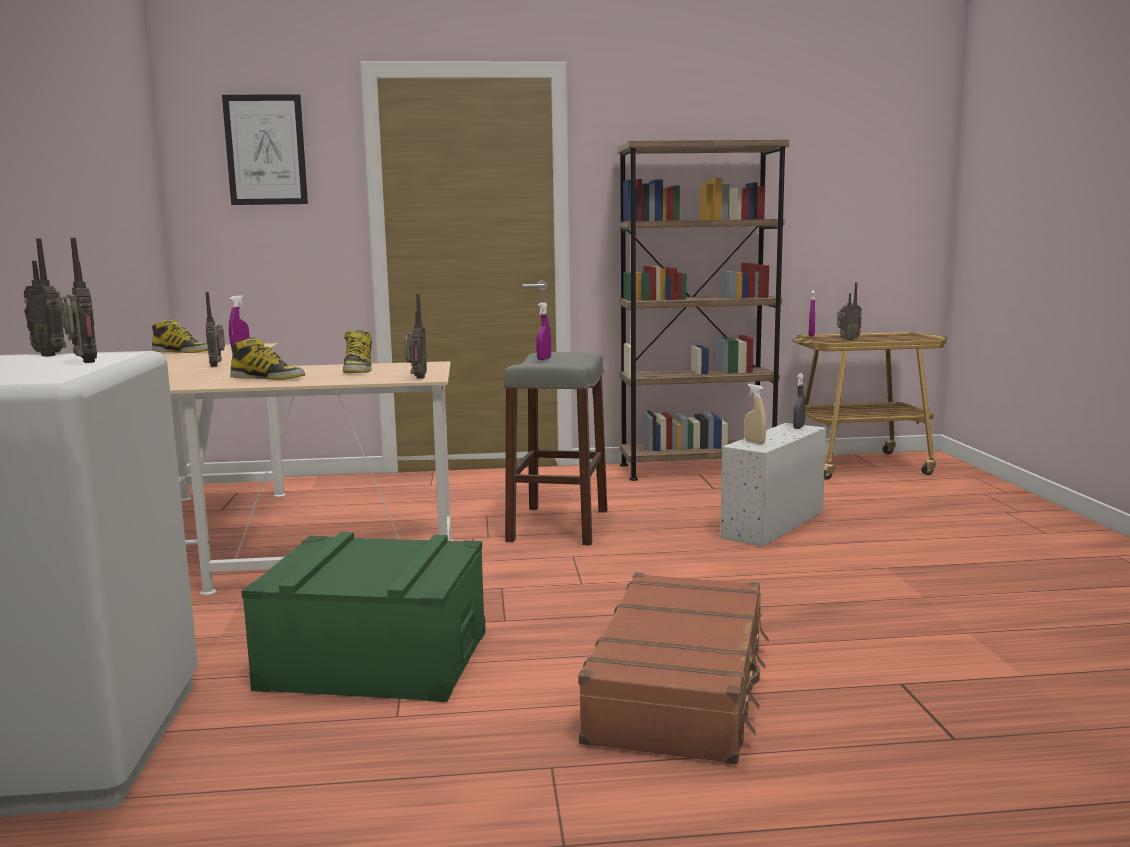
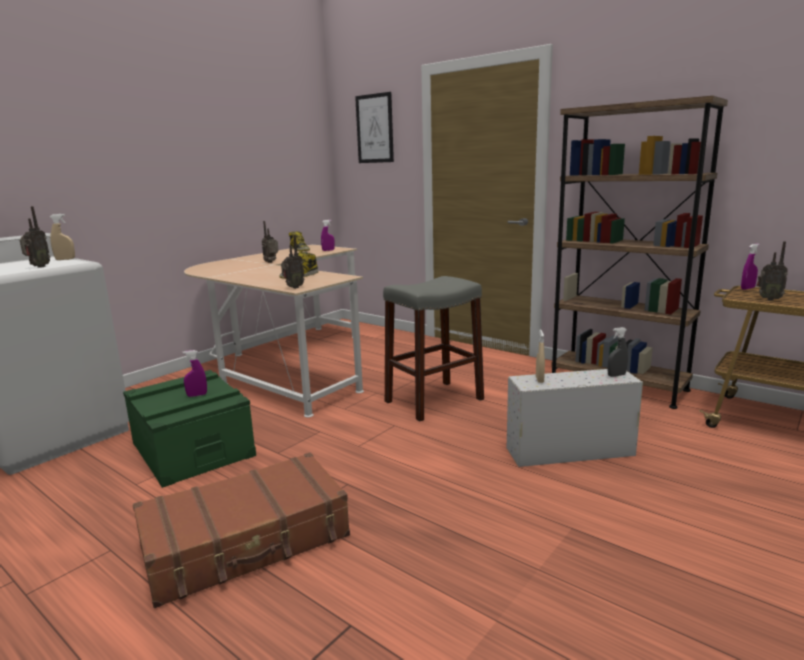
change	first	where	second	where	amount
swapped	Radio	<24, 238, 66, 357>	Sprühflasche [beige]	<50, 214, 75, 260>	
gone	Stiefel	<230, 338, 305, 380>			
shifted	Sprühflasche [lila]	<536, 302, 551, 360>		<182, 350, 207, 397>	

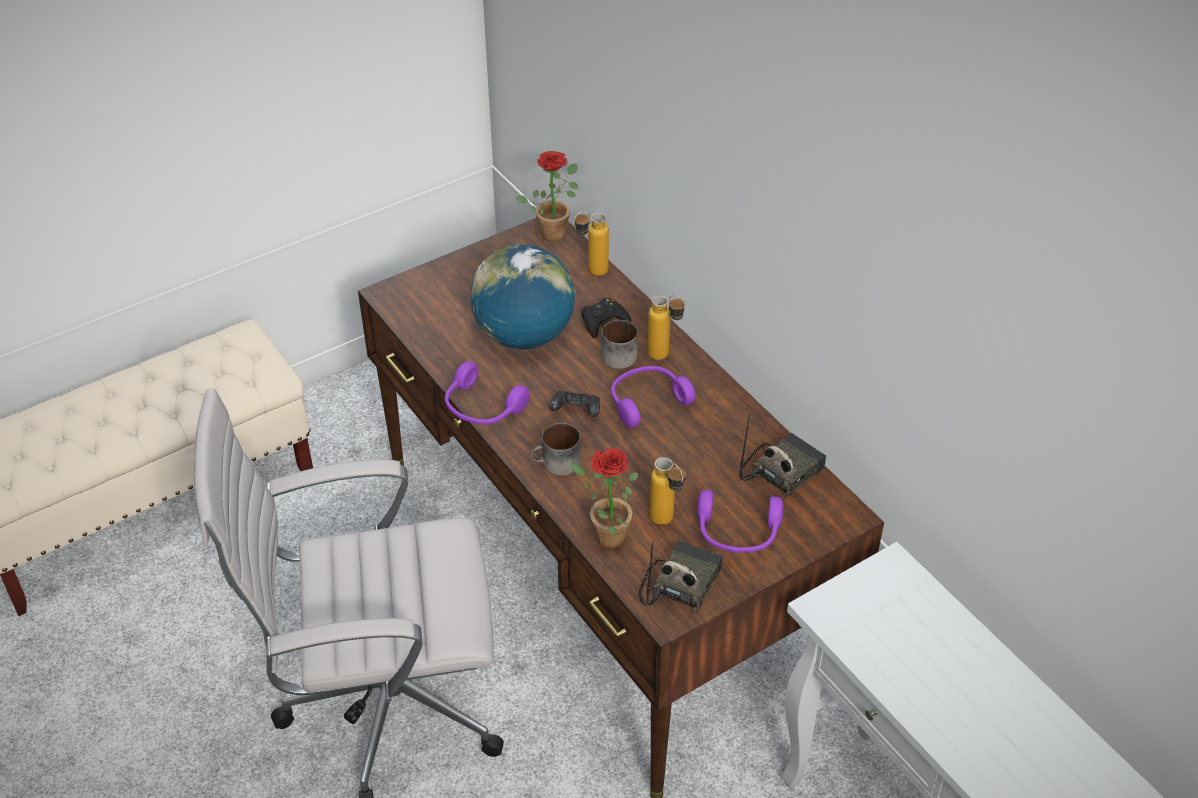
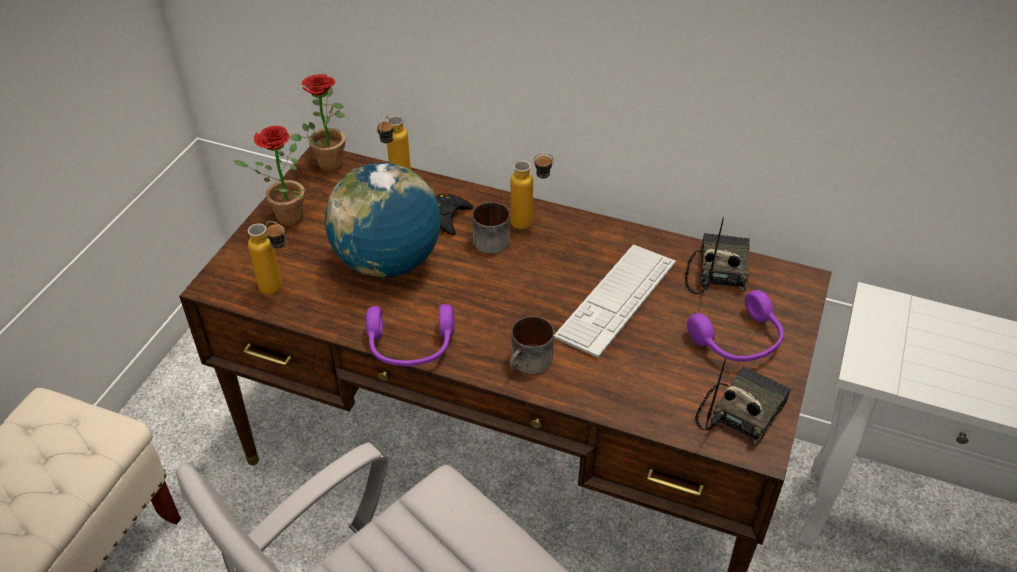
change	first	where	second	where	amount
gone	Gamepad [schwarz]	<549, 391, 600, 417>			
shifted	Topfpflanze	<571, 448, 638, 548>		<234, 126, 306, 226>	
gone	Kopfhörer [lila]	<611, 366, 696, 428>			
rotated	Radio	<639, 540, 723, 614>		<695, 359, 791, 446>	45 degrees clockwise
shifted	Flasche	<650, 457, 686, 525>		<248, 221, 286, 295>	
new			Tastatur	<554, 244, 676, 358>	

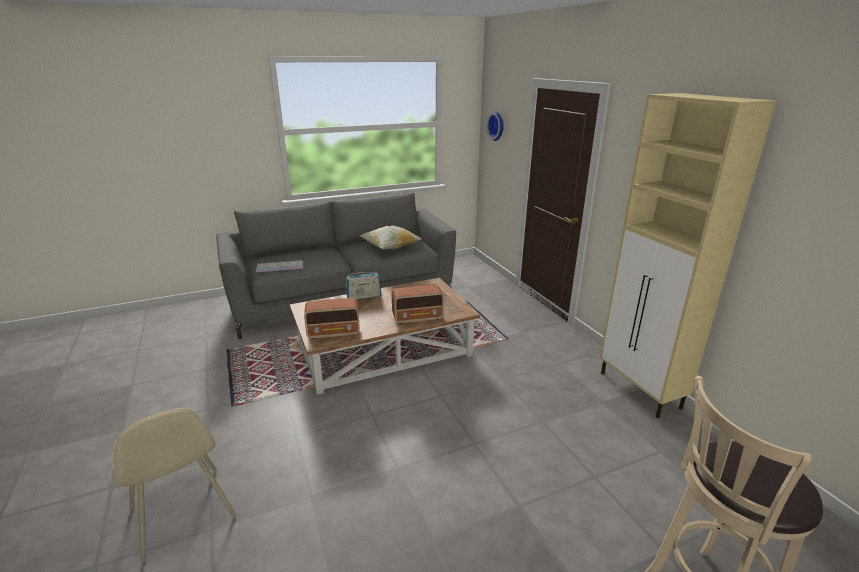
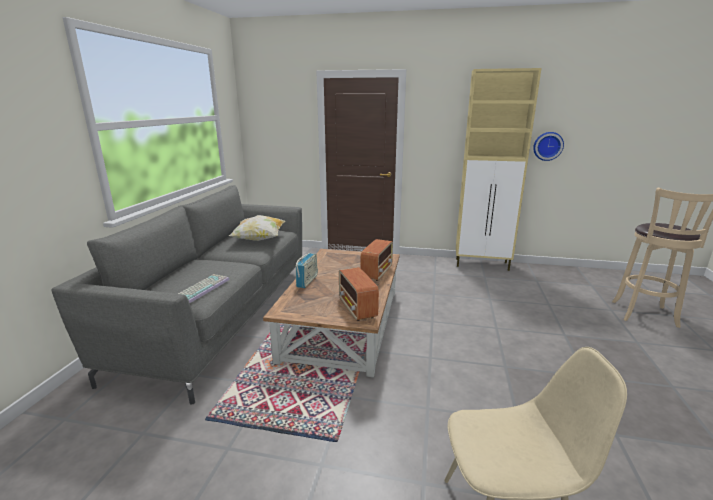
change	first	where	second	where	amount
rotated	Radio	<304, 298, 360, 339>		<339, 267, 379, 321>	135 degrees clockwise
shifted	Wanduhr	<487, 111, 504, 141>		<533, 132, 564, 161>	

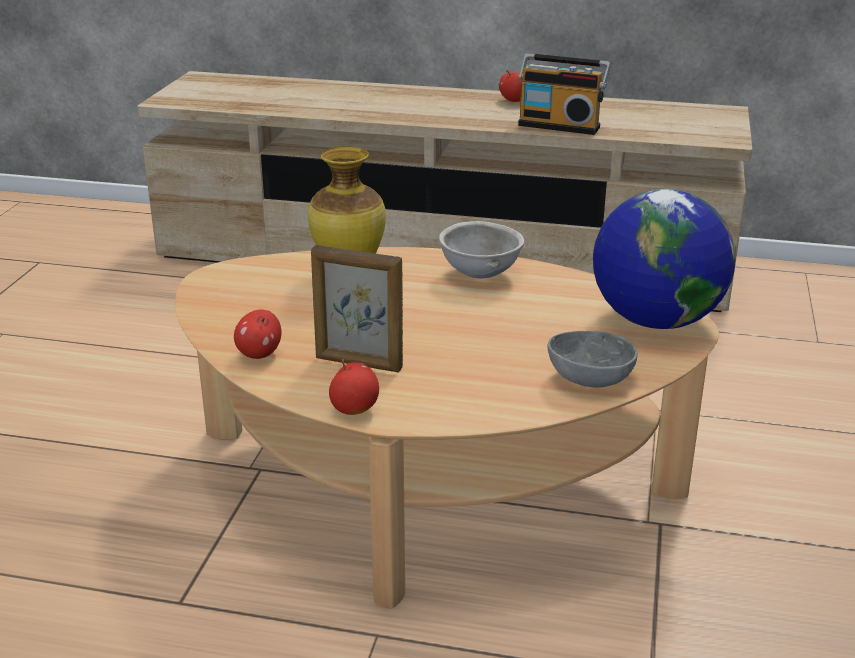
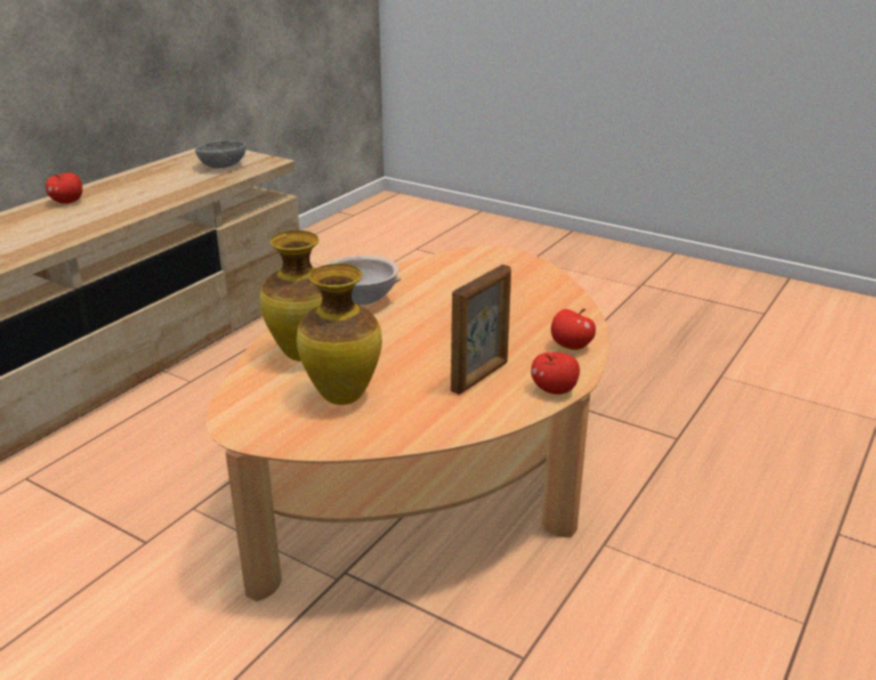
change	first	where	second	where	amount
shifted	Apfel	<234, 310, 281, 359>		<551, 309, 596, 350>	
gone	Radio	<518, 53, 610, 135>			
shifted	Schüssel [grau]	<547, 330, 638, 387>		<195, 140, 246, 168>	
gone	Globus	<593, 189, 736, 329>			
new			Vase	<296, 264, 382, 405>	

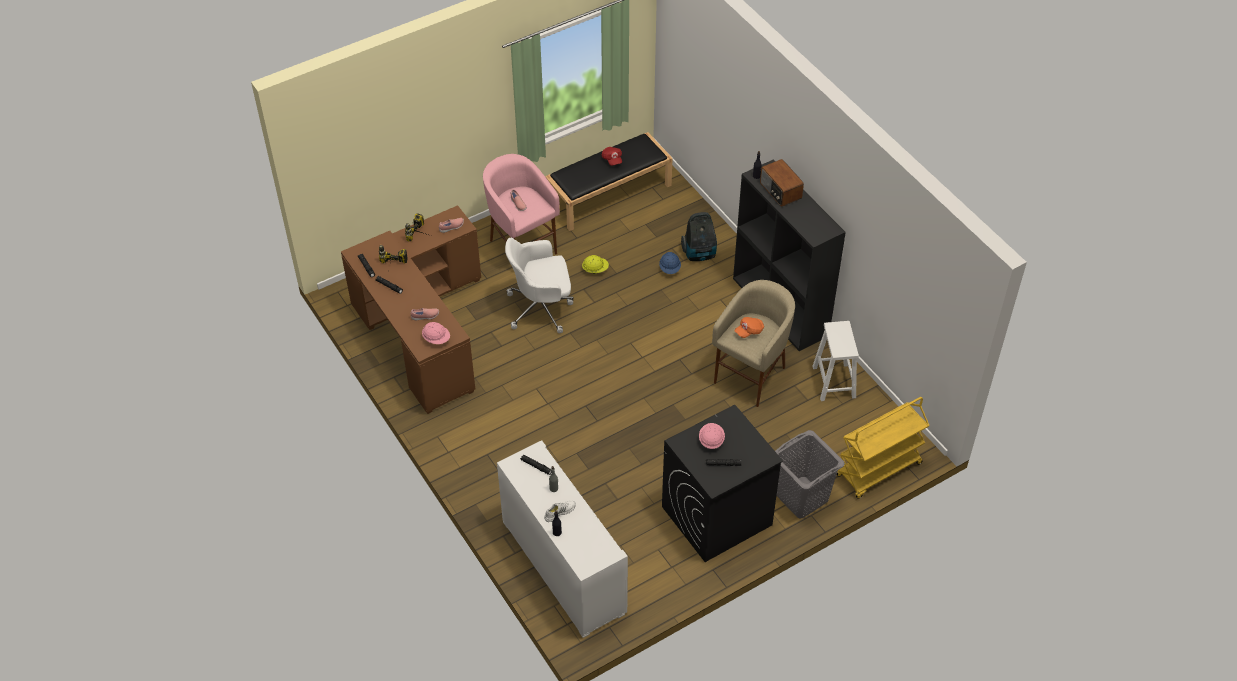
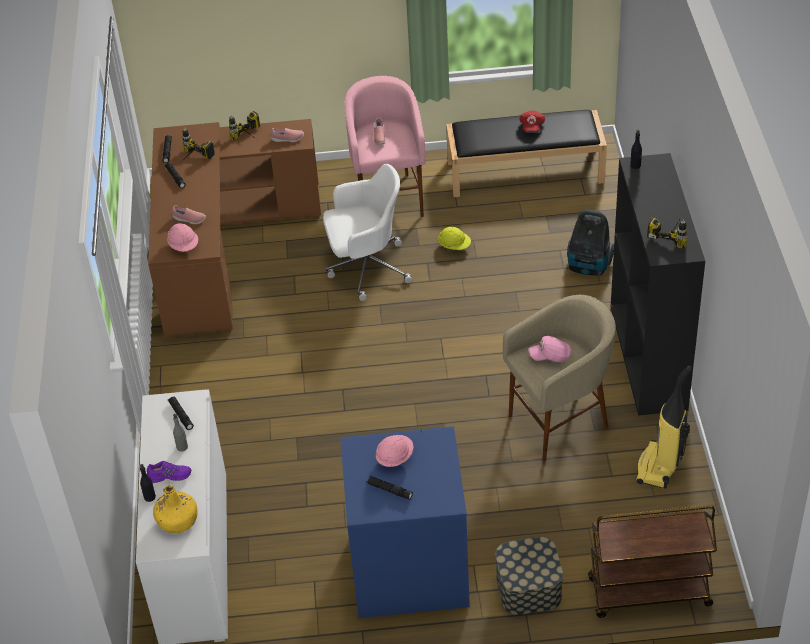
change	first	where	second	where	amount
rotated	Bürostuhl [weiß]	<505, 238, 573, 333>		<323, 164, 412, 301>	150 degrees clockwise
repainted	Schuh [weiß]	<544, 501, 576, 522>	Schuh [lila]	<147, 461, 191, 483>	
gone	Schutzhelm [blau]	<659, 252, 681, 274>			
repainted	Waschmaschine [schwarz]	<662, 405, 783, 562>	Waschmaschine [blau]	<340, 426, 470, 618>	
repainted	Kappe [orange]	<735, 317, 764, 338>	Kappe [rosa]	<528, 336, 572, 362>	
gone	Radio	<760, 159, 804, 207>			
swapped	Wäschekorb [grau]	<775, 430, 845, 519>	Aufbewahrungsbox	<495, 537, 563, 615>	
swapped	Hocker [weiß]	<812, 321, 859, 401>	Staubsauger	<636, 366, 692, 489>	
repainted	Rollwagen [gelb]	<837, 397, 930, 499>	Rollwagen [braun]	<588, 505, 717, 618>	
new			Flasche [gelb]	<153, 485, 198, 533>	
new			Bohrmaschine	<647, 216, 687, 249>	

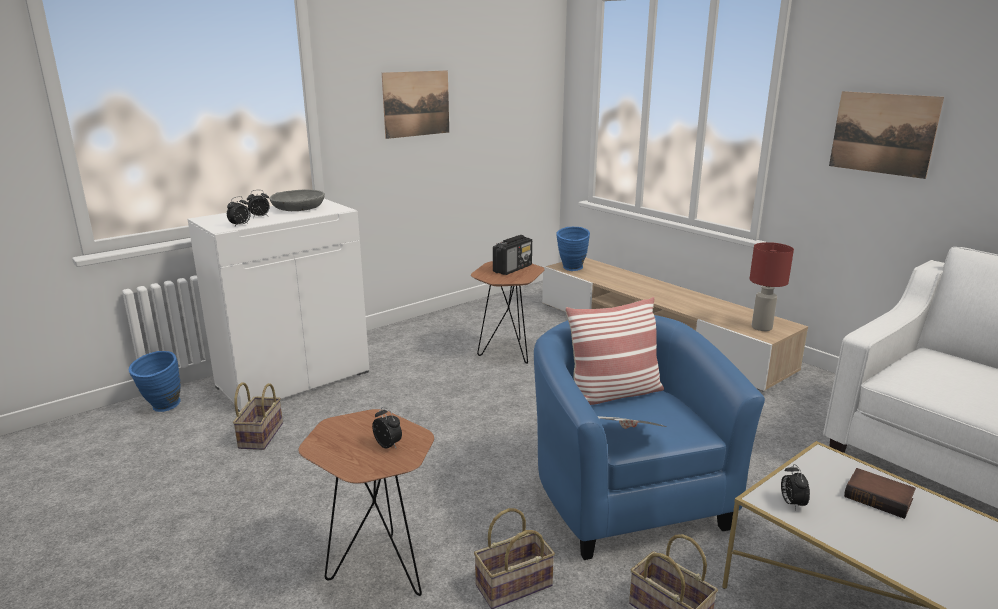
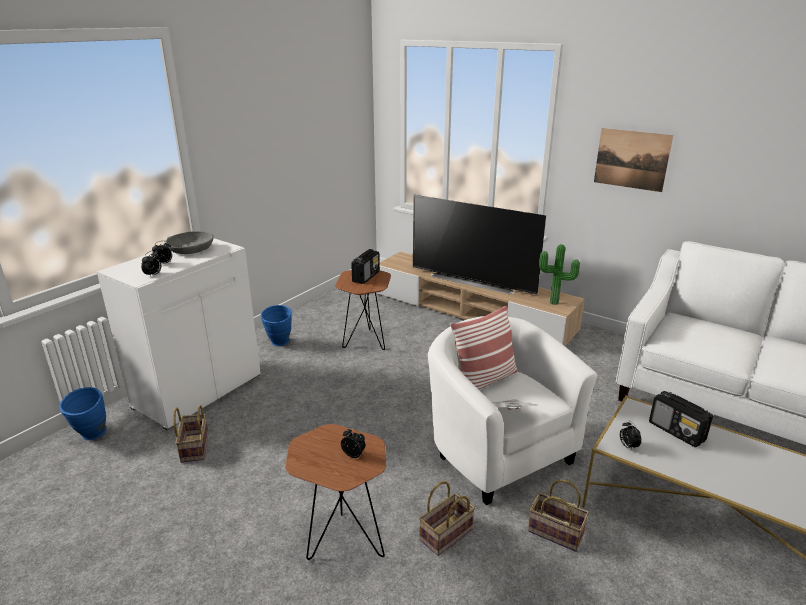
change	first	where	second	where	amount
gone	Bild	<382, 70, 449, 139>			
repainted	Sessel [blau]	<534, 315, 765, 560>	Sessel [weiß]	<428, 316, 597, 505>	
shifted	Vase [blau]	<556, 227, 590, 271>		<261, 305, 292, 346>	
swapped	Tischlampe [rot]	<749, 242, 794, 331>	Topfpflanze	<539, 244, 580, 305>	
swapped	Buch	<844, 468, 916, 519>	Radio	<649, 391, 713, 447>	
new			Fernseher	<413, 195, 546, 295>	

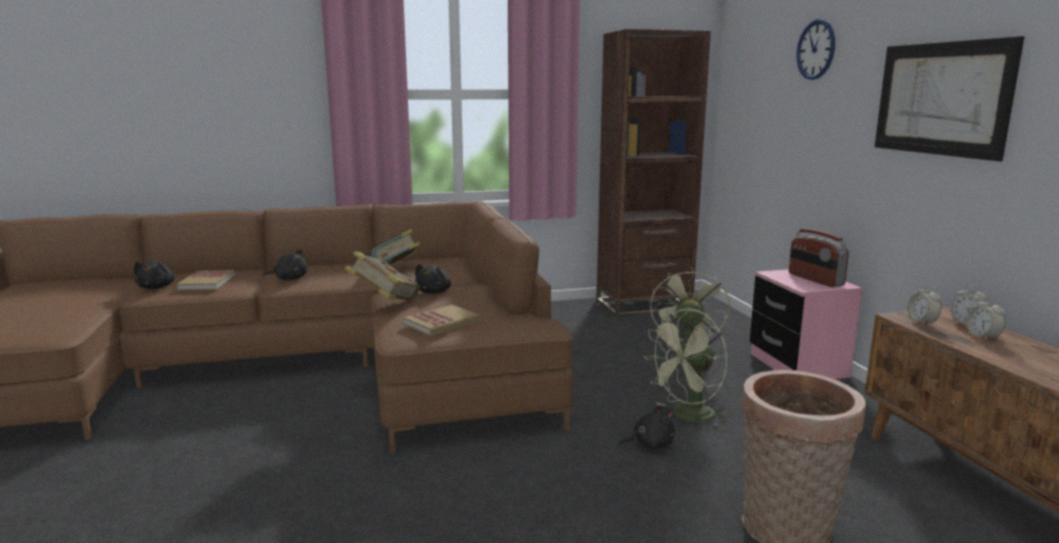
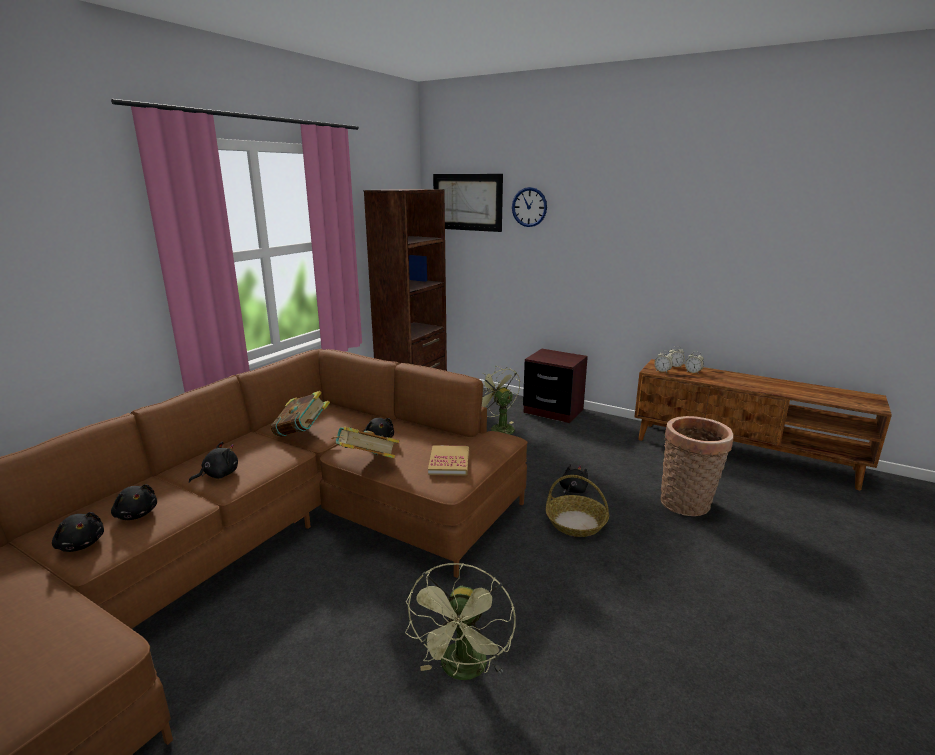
change	first	where	second	where	amount
swapped	Buch	<176, 270, 235, 291>	Plüschtier [schwarz]	<111, 484, 157, 520>	
shifted	Ventilator [grün]	<643, 309, 729, 429>		<405, 563, 516, 680>	
repainted	Nachttisch [rosa]	<750, 269, 862, 379>	Nachttisch [braun]	<523, 349, 588, 423>	
gone	Radio	<789, 228, 849, 287>			
shifted	Bild	<875, 36, 1024, 162>		<433, 174, 503, 232>	
new			Korb	<546, 475, 610, 537>	

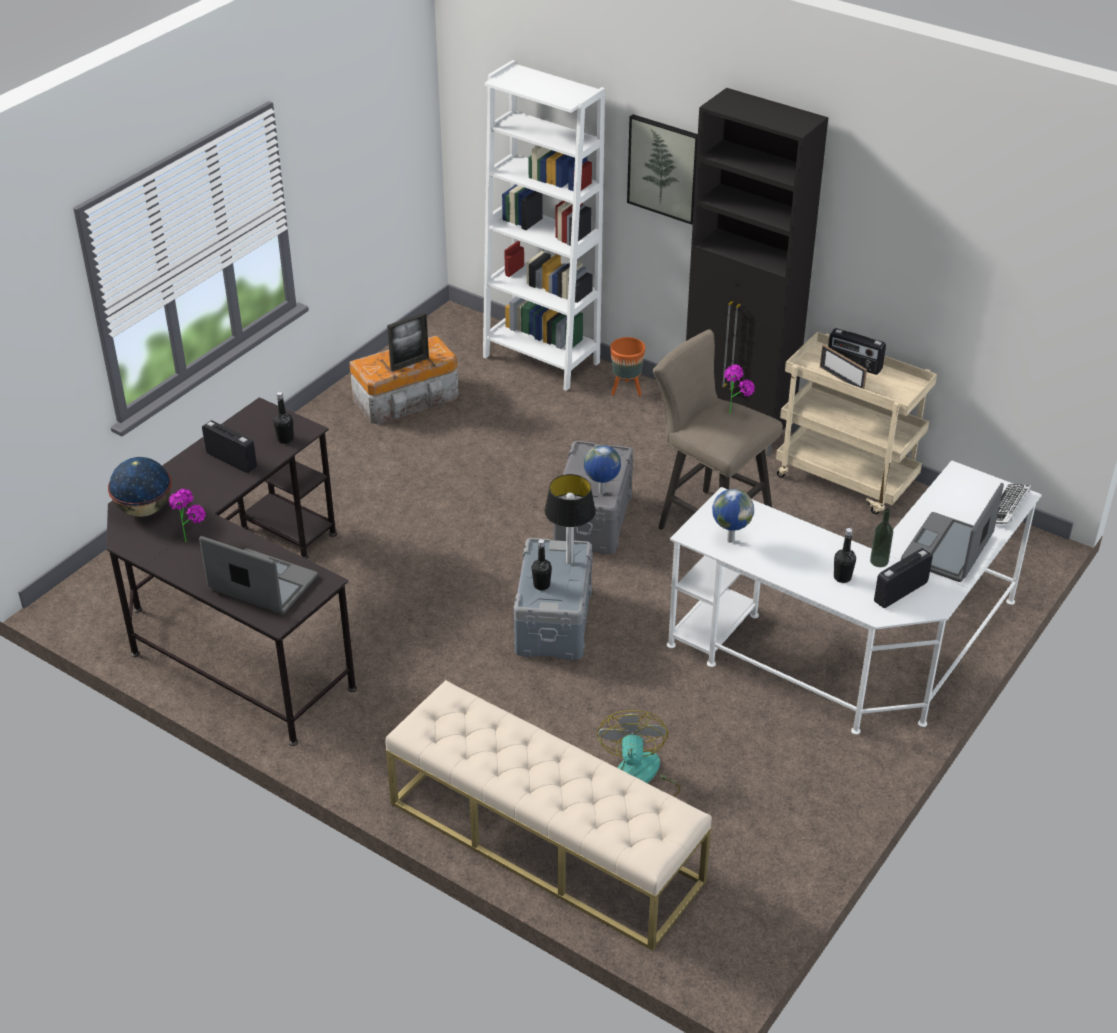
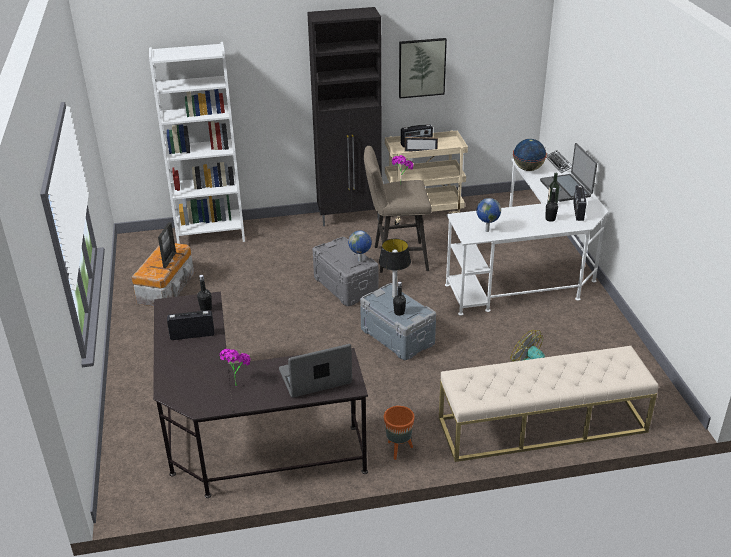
change	first	where	second	where	amount
shifted	Globus	<108, 457, 172, 517>		<513, 139, 547, 171>	
shifted	Pflanzkübel [orange]	<610, 337, 645, 396>		<384, 406, 415, 460>	
shifted	Bild	<627, 114, 698, 225>		<399, 38, 447, 98>	

